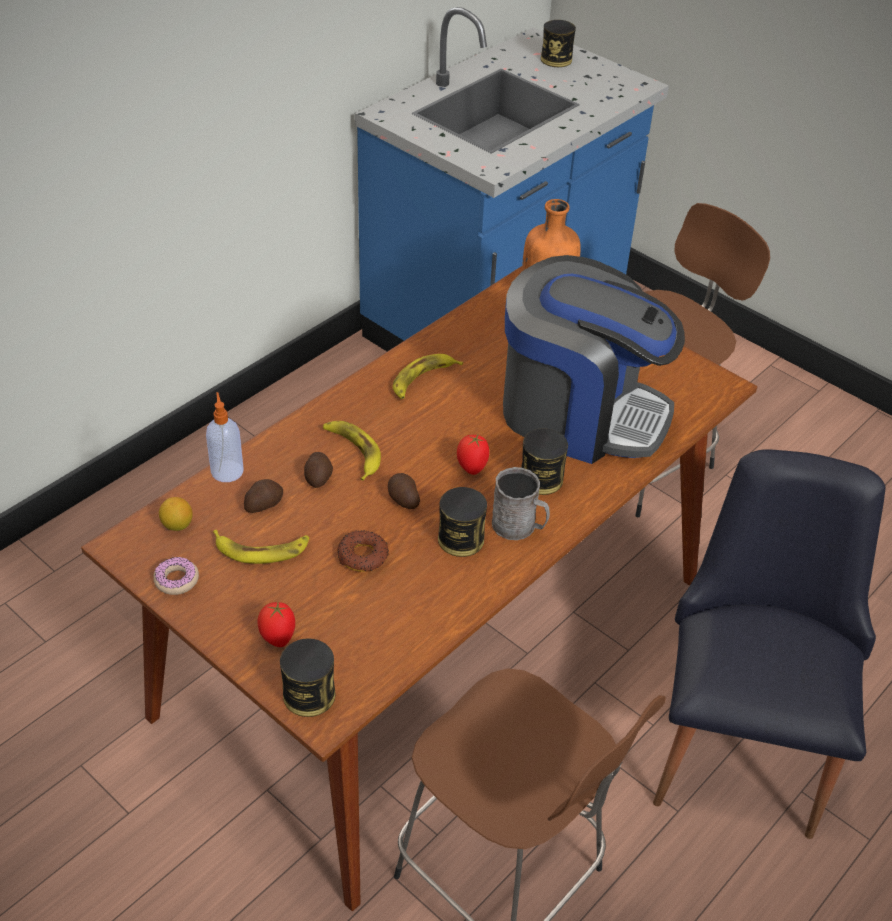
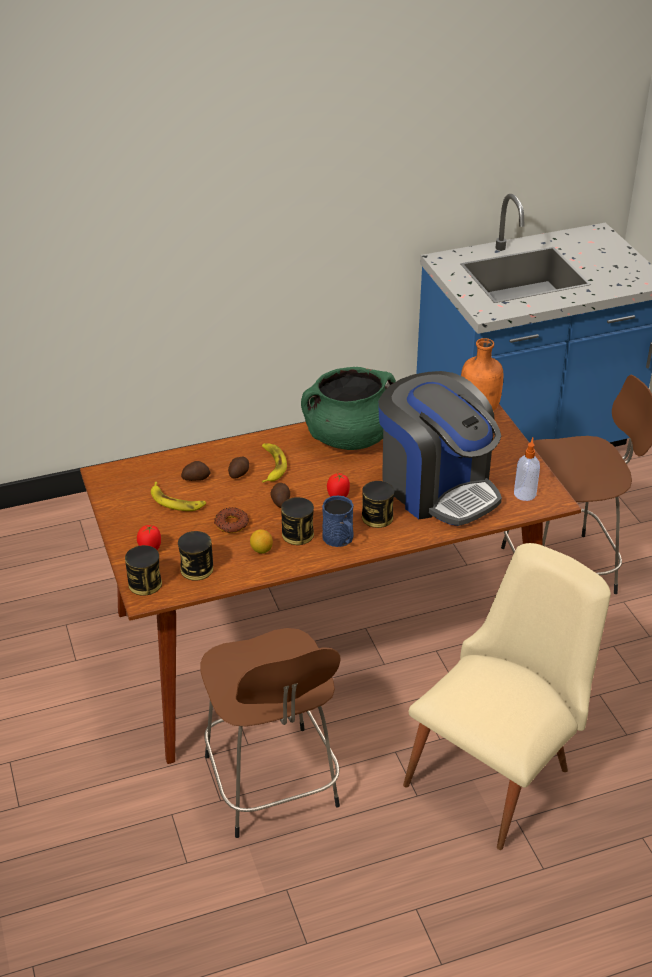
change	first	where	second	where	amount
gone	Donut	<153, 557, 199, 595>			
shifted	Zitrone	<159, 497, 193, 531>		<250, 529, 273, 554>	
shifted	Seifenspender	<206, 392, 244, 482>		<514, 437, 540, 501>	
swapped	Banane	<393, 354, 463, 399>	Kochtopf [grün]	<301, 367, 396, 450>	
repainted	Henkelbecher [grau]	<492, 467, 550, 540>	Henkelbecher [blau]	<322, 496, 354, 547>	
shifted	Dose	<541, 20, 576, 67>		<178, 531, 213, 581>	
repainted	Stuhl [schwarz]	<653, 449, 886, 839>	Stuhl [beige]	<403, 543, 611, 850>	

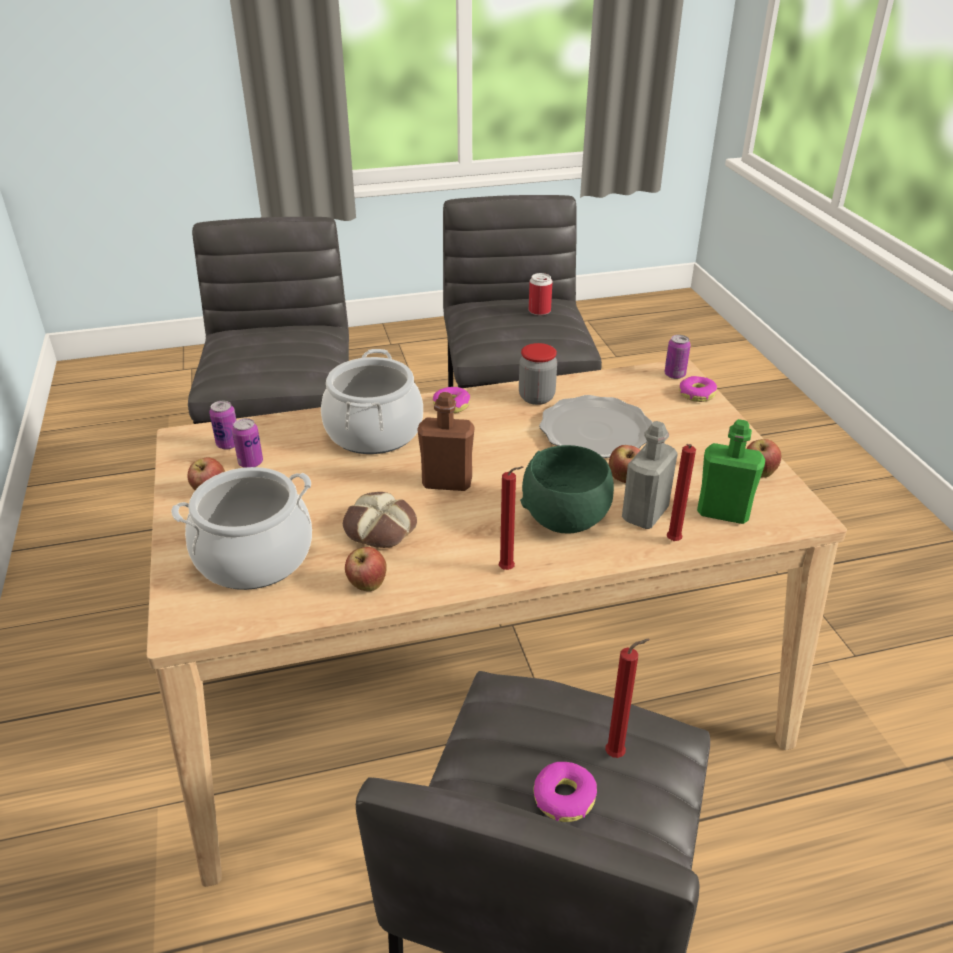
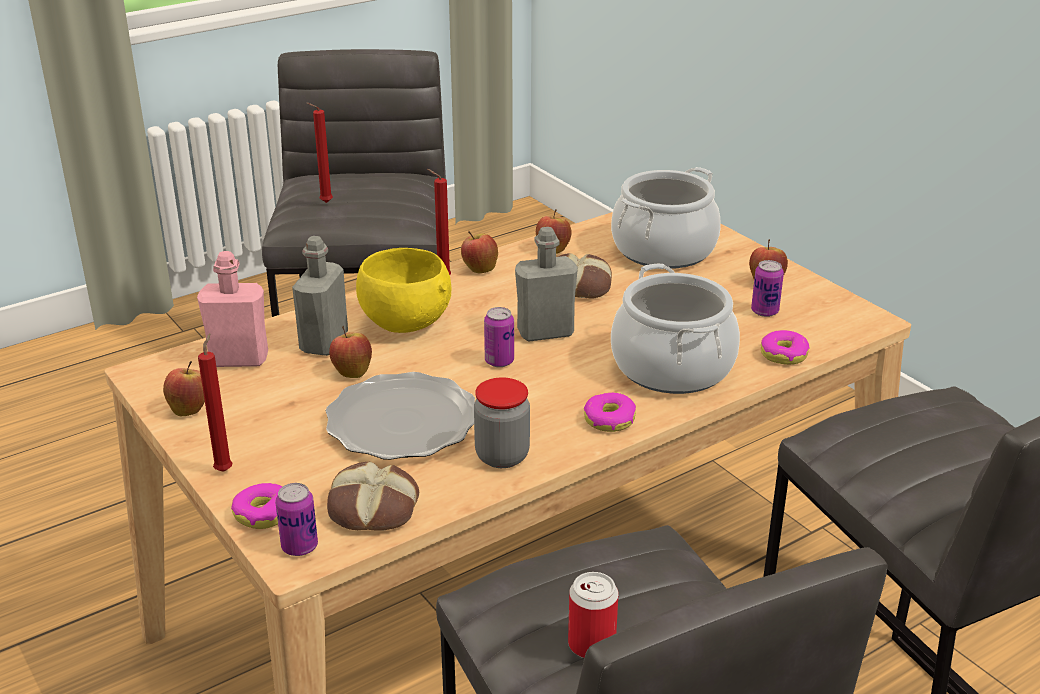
change	first	where	second	where	amount
shifted	Dose	<209, 401, 237, 450>		<484, 307, 514, 367>	
repainted	Flasche [braun]	<417, 392, 475, 491>	Flasche [grau]	<515, 227, 578, 342>	
repainted	Schüssel [grün]	<520, 445, 614, 534>	Schüssel [gelb]	<356, 248, 452, 333>	
shifted	Donut	<533, 762, 597, 822>		<761, 330, 810, 365>	
shifted	Kerze [rot]	<667, 444, 696, 541>		<198, 333, 233, 472>	
repainted	Flasche [grün]	<697, 419, 765, 524>	Flasche [rosa]	<197, 251, 268, 367>	
new			Brot	<327, 462, 419, 531>	
new			Apfel	<461, 231, 498, 274>	

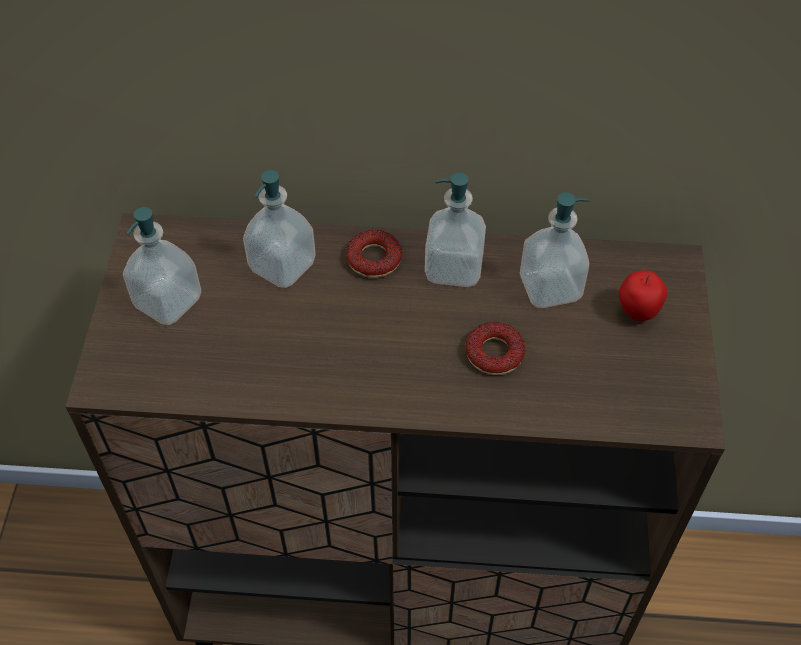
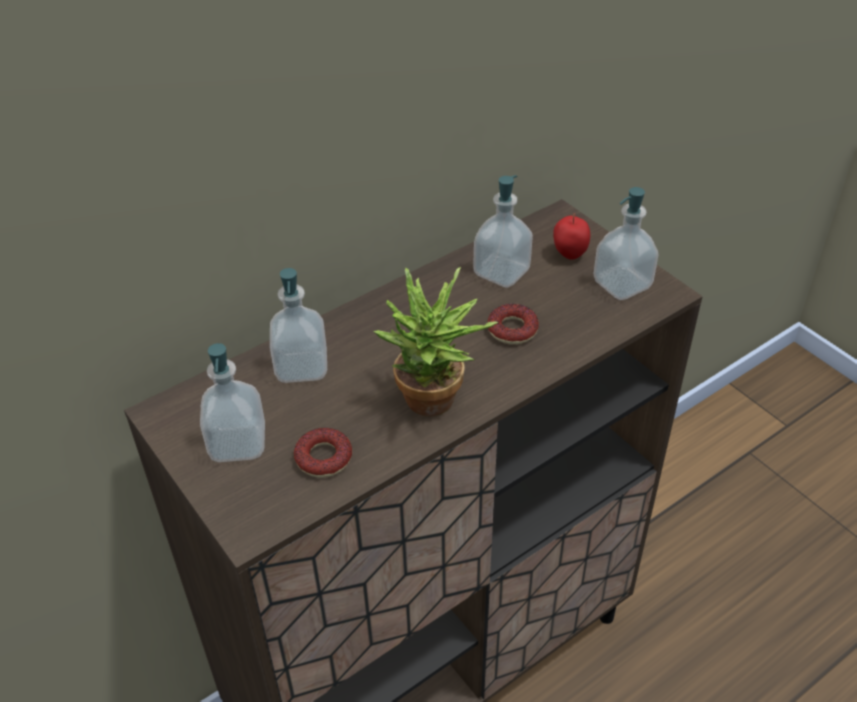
change	first	where	second	where	amount
shifted	Donut	<346, 230, 402, 278>		<294, 428, 352, 478>	
shifted	Seifenspender	<425, 172, 486, 287>		<594, 187, 659, 300>	
new			Topfpflanze	<373, 267, 499, 417>	

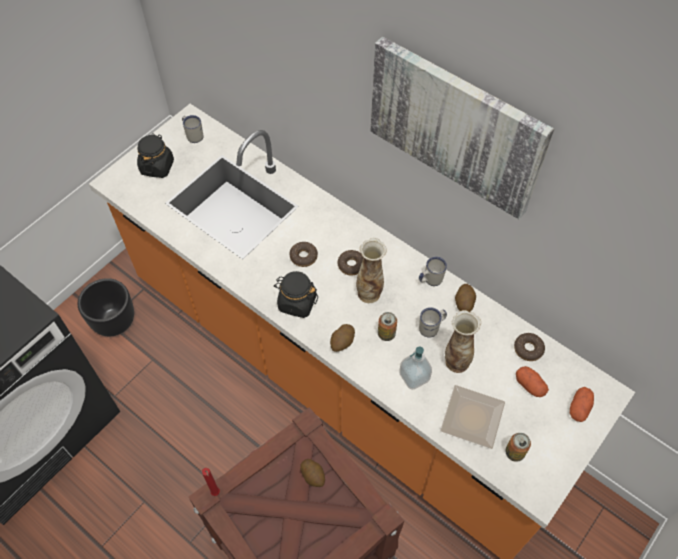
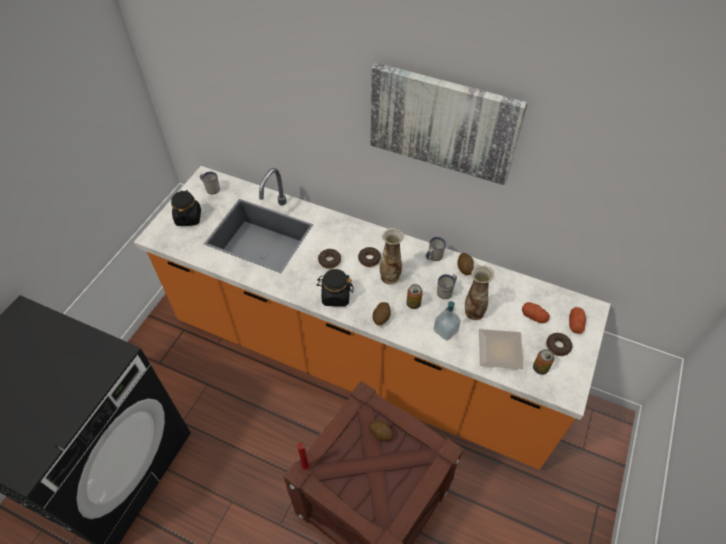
change	first	where	second	where	amount
gone	Pflanzkübel [schwarz]	<78, 278, 134, 336>			
shifted	Donut	<514, 333, 545, 361>		<546, 333, 572, 356>	

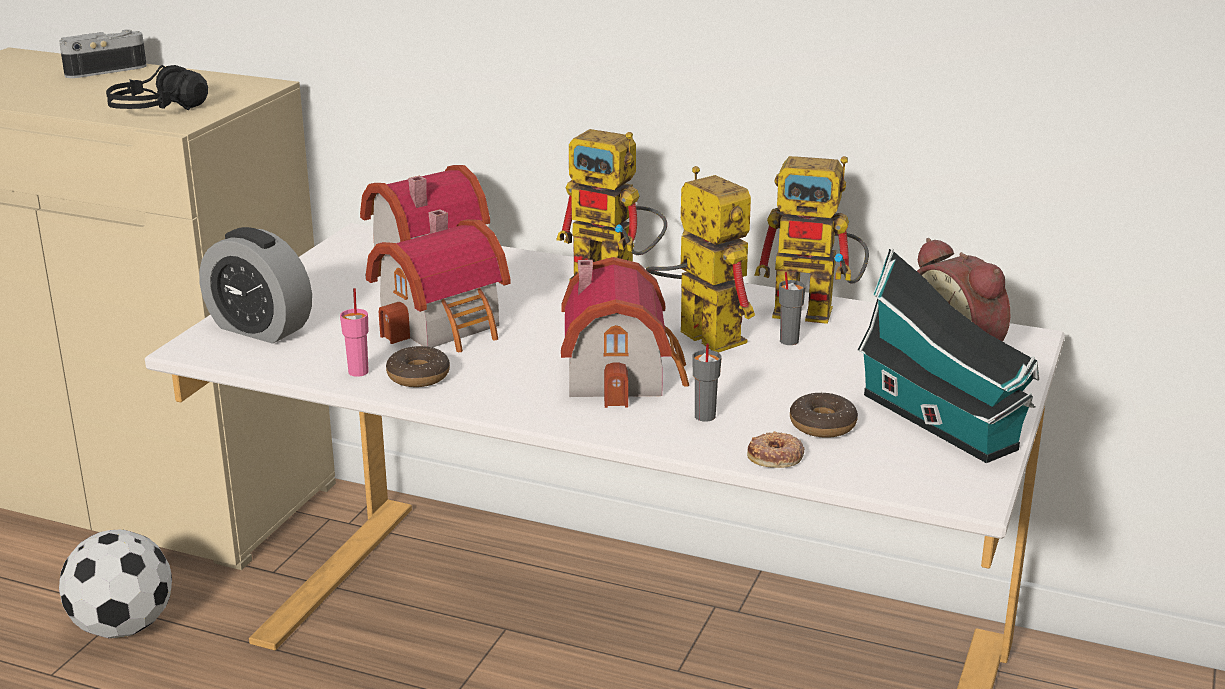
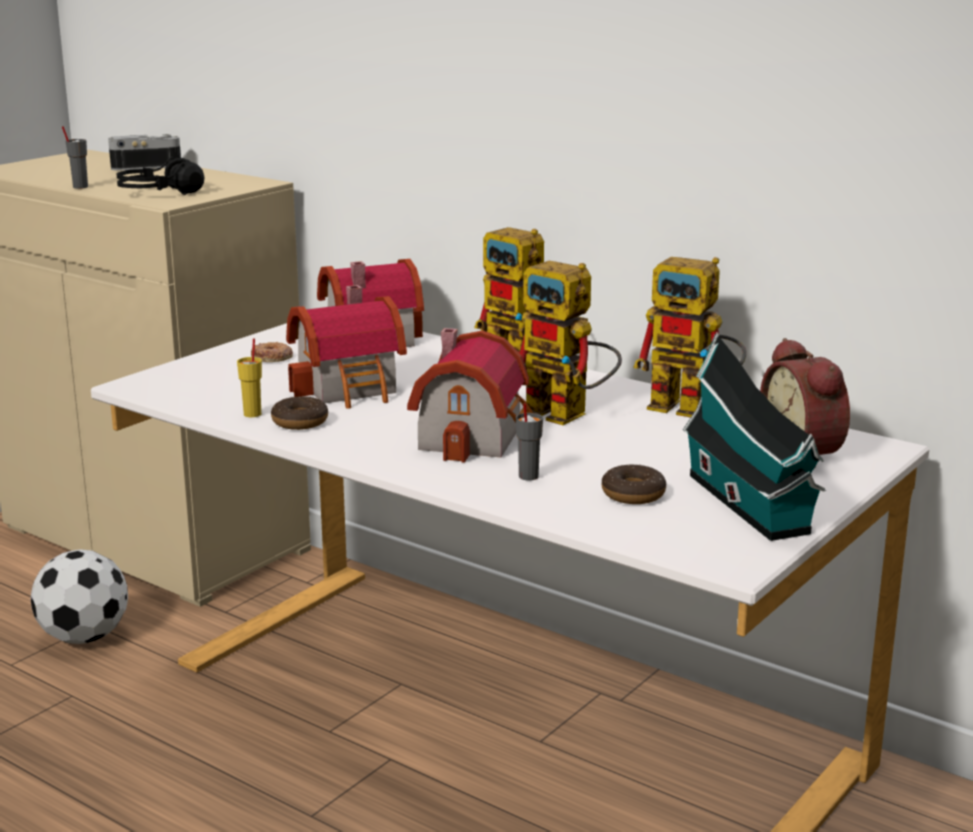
change	first	where	second	where	amount
gone	Wecker	<199, 227, 312, 344>			
repainted	Tasse [rosa]	<340, 288, 369, 377>	Tasse [gelb]	<237, 339, 262, 417>	
rotated	Spielzeugroboter	<646, 166, 755, 353>		<520, 261, 622, 425>	150 degrees clockwise
shifted	Donut	<747, 431, 805, 468>		<251, 342, 293, 362>	
shifted	Tasse [grau]	<779, 272, 806, 345>		<62, 126, 88, 189>	

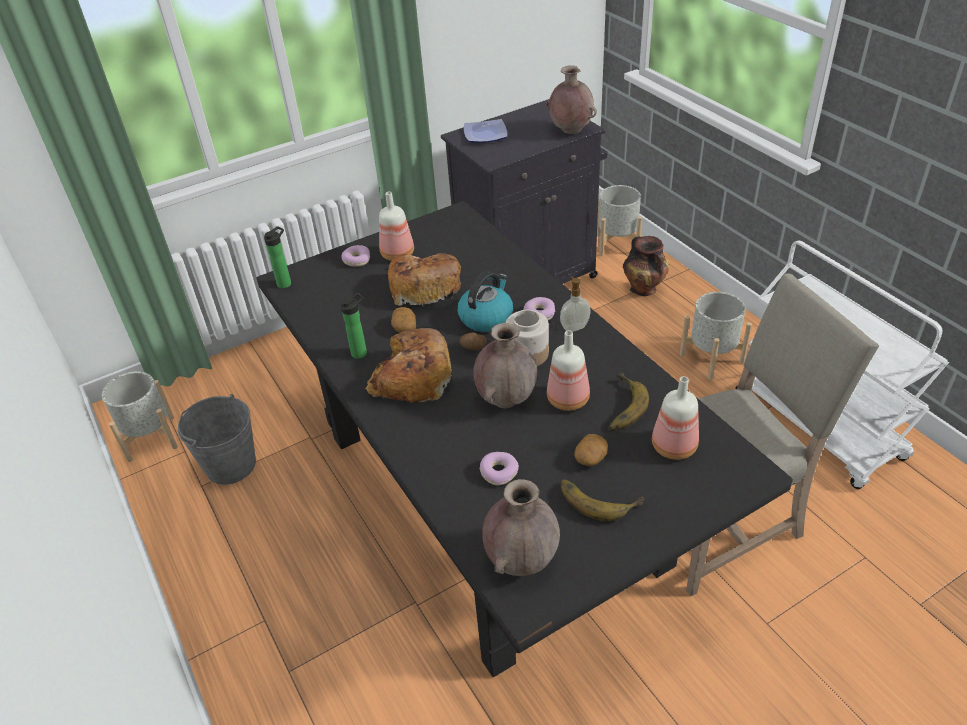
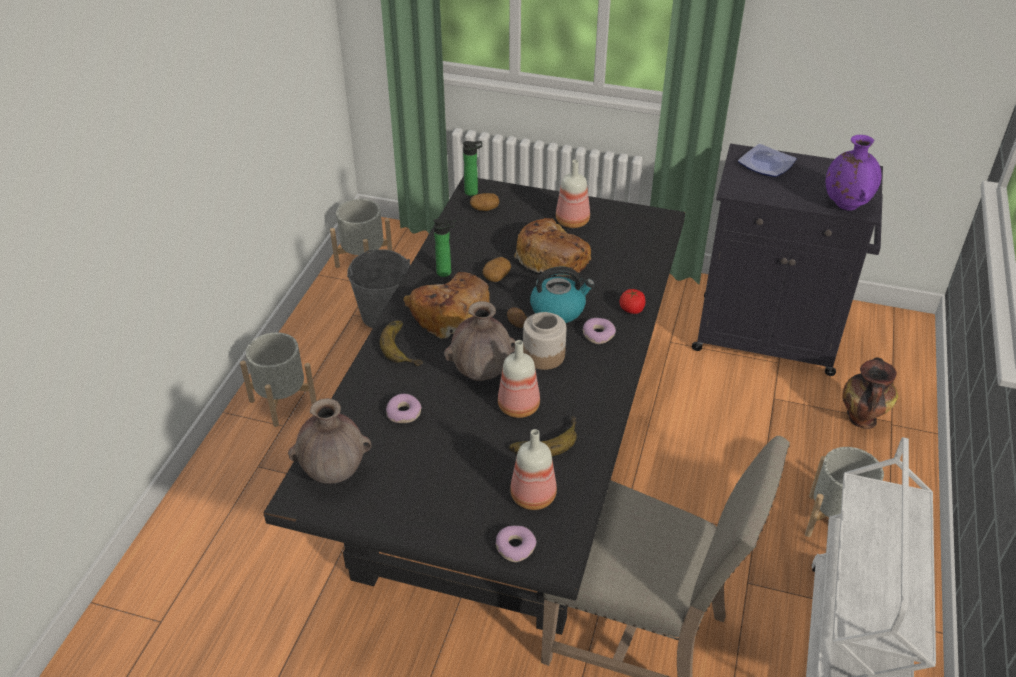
change	first	where	second	where	amount
shifted	Donut	<342, 245, 370, 267>		<496, 526, 536, 562>	
repainted	Vase [braun]	<546, 65, 597, 134>	Vase [lila]	<826, 135, 882, 211>	
gone	Seifenspender	<560, 277, 591, 332>			
shifted	Banane	<560, 479, 644, 521>		<380, 321, 423, 366>	
shifted	Kartoffel	<574, 434, 608, 466>		<470, 193, 499, 211>	
shifted	Pflanzkübel [grau]	<597, 185, 642, 256>		<240, 332, 317, 427>	
new			Tomate	<620, 289, 645, 314>	

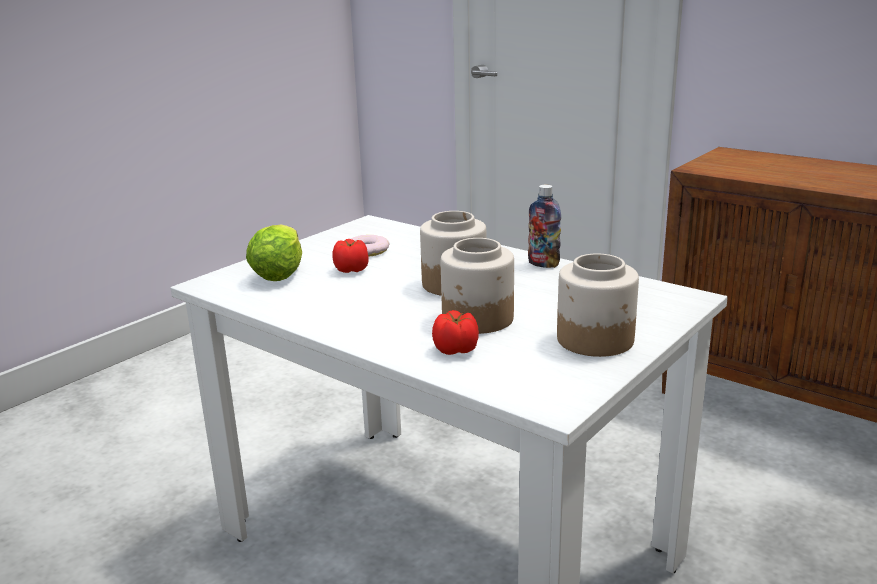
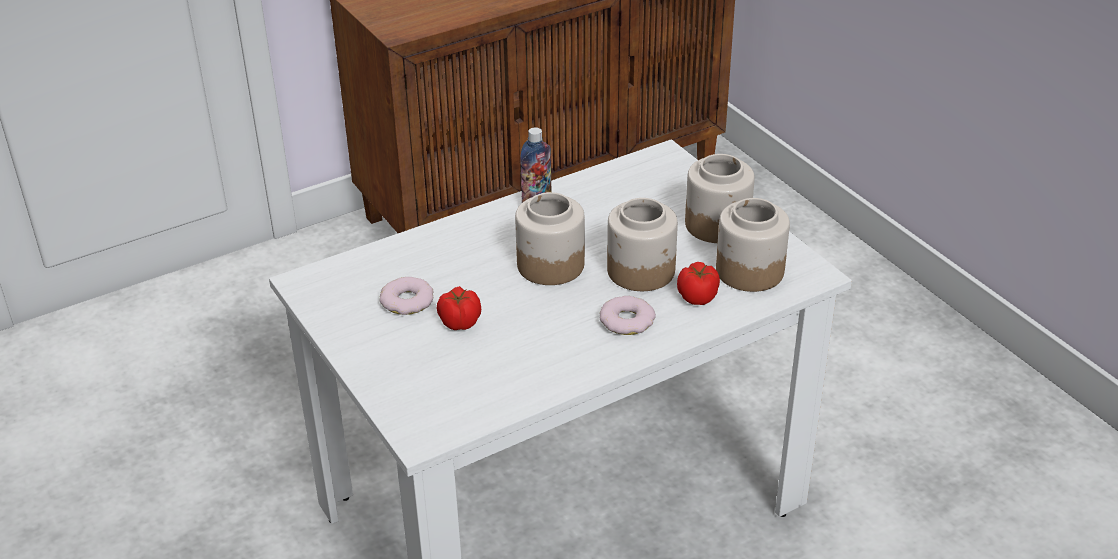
change	first	where	second	where	amount
gone	Salatkopf	<246, 224, 302, 281>			
new			Donut	<600, 296, 656, 335>	
new			Vorratsglas	<716, 198, 790, 292>	

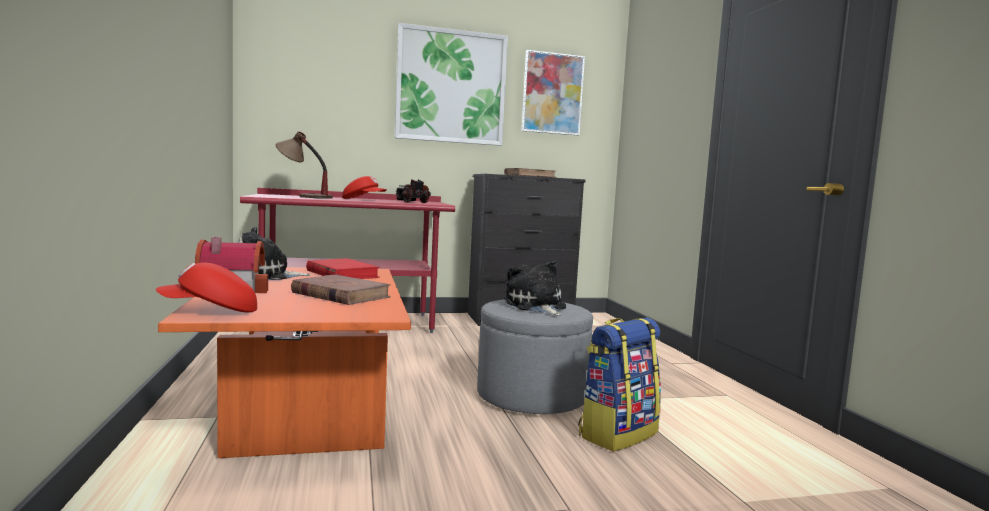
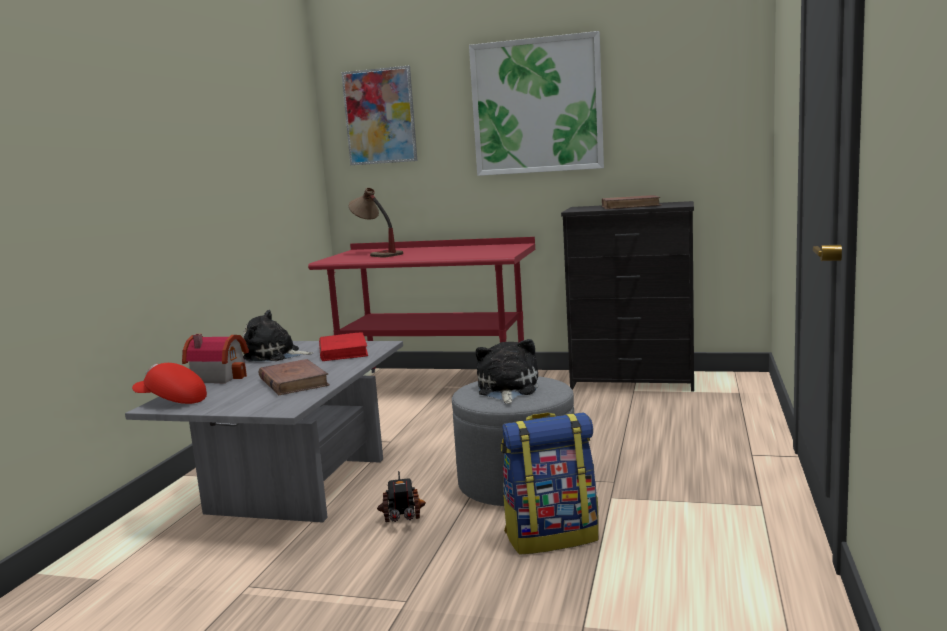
change	first	where	second	where	amount
repainted	Couchtisch [orange]	<158, 267, 411, 458>	Couchtisch [grau]	<125, 341, 403, 522>	
gone	Kappe [rot]	<342, 176, 387, 199>			
shifted	Spielzeuglaster	<396, 179, 431, 203>		<377, 471, 426, 522>	
shifted	Bild	<522, 50, 585, 135>		<341, 66, 417, 165>	

